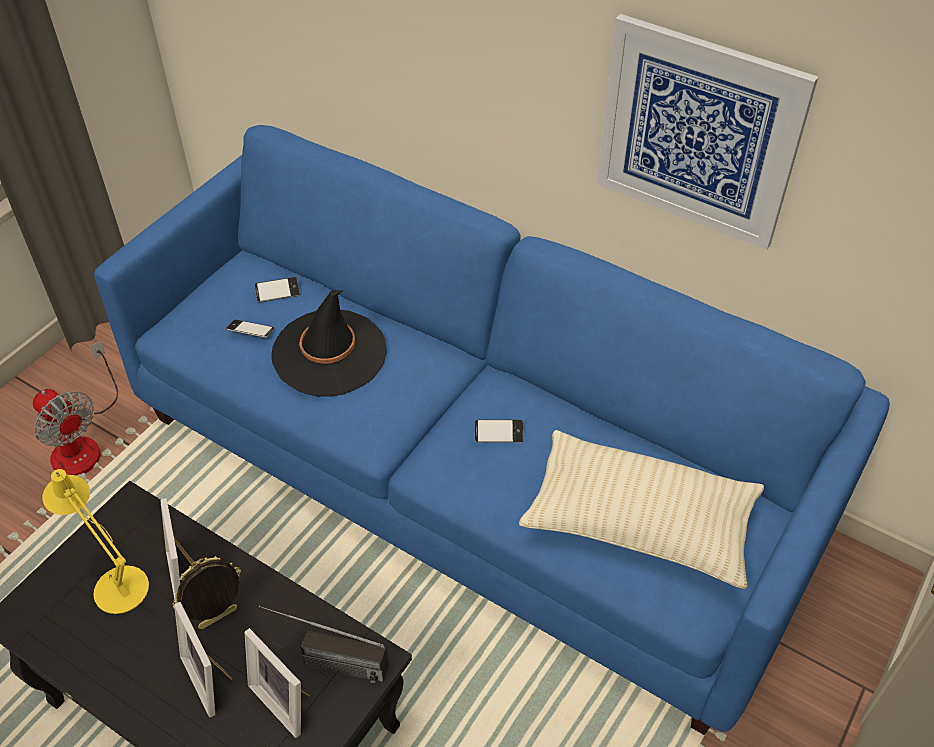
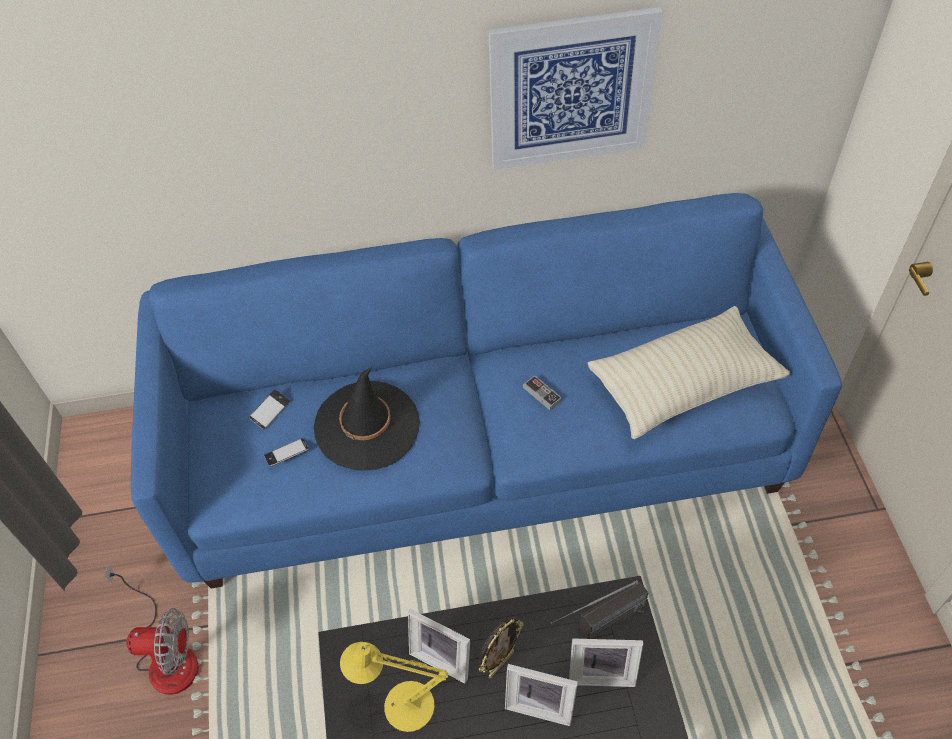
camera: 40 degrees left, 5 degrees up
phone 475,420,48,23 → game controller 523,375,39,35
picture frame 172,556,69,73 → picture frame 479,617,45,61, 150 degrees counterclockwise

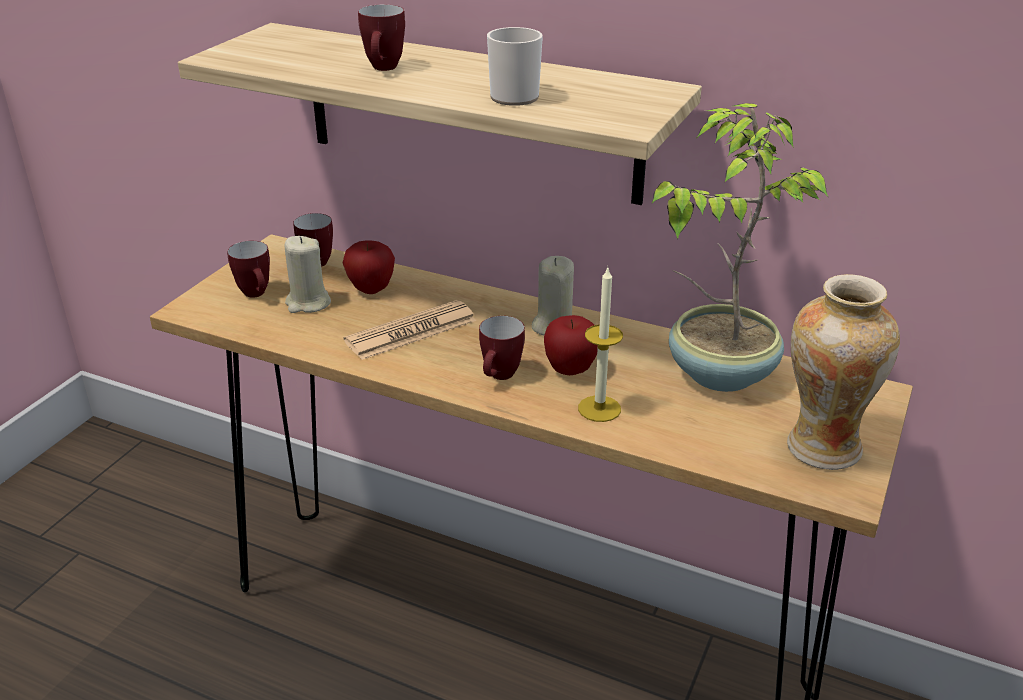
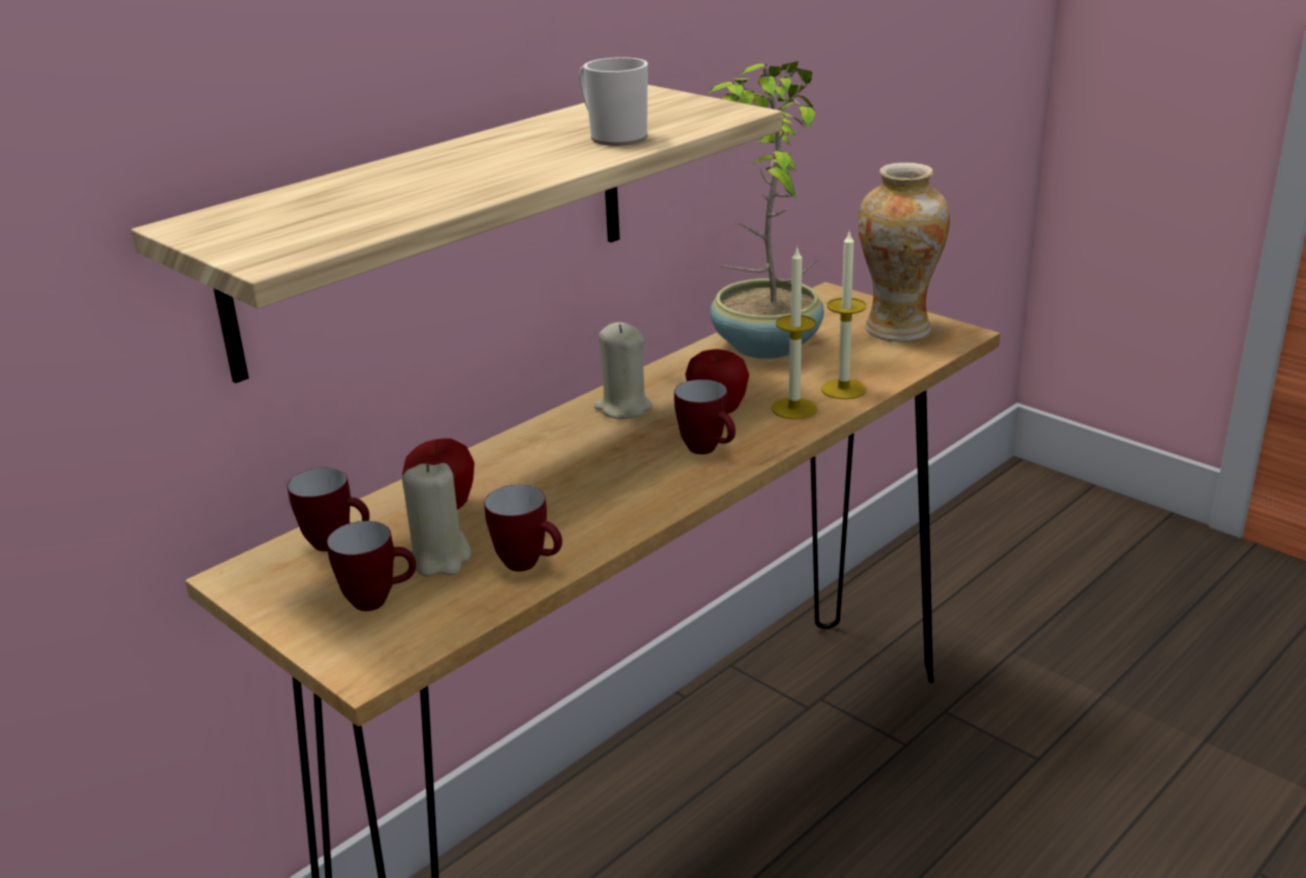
camera: 70 degrees left, 5 degrees down
mug 358,4,47,67 → mug 484,485,78,86, move
newspaper 344,300,132,60 → -
- → candle 821,229,45,170

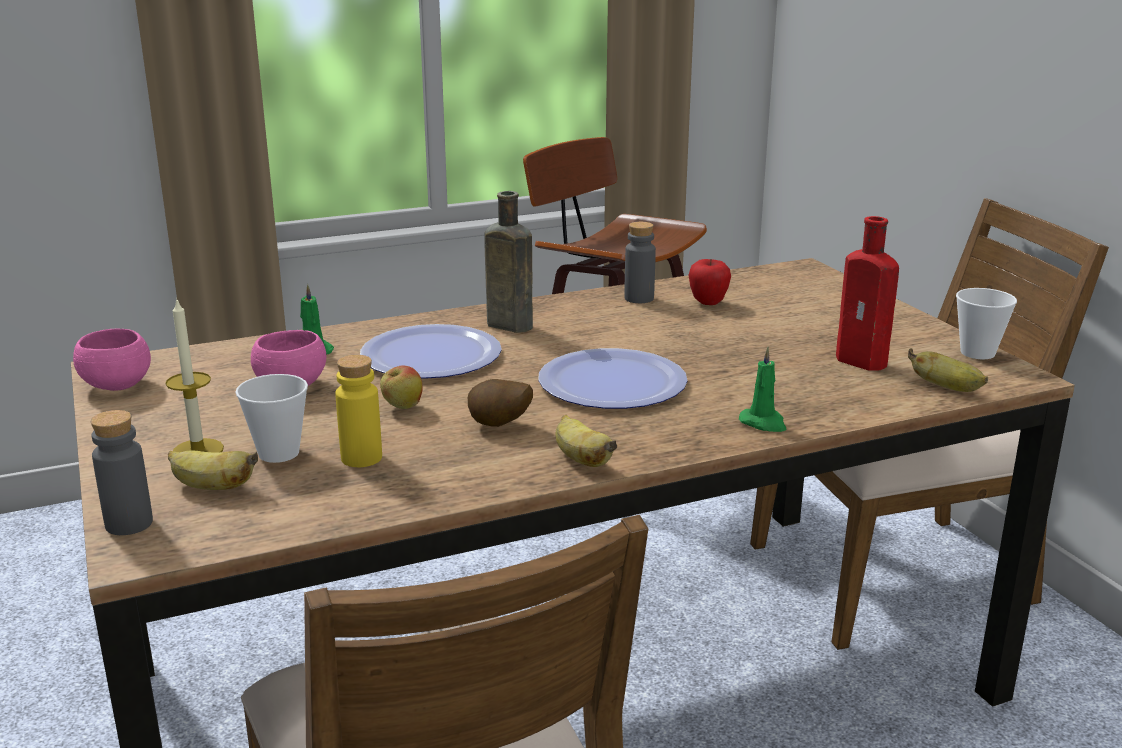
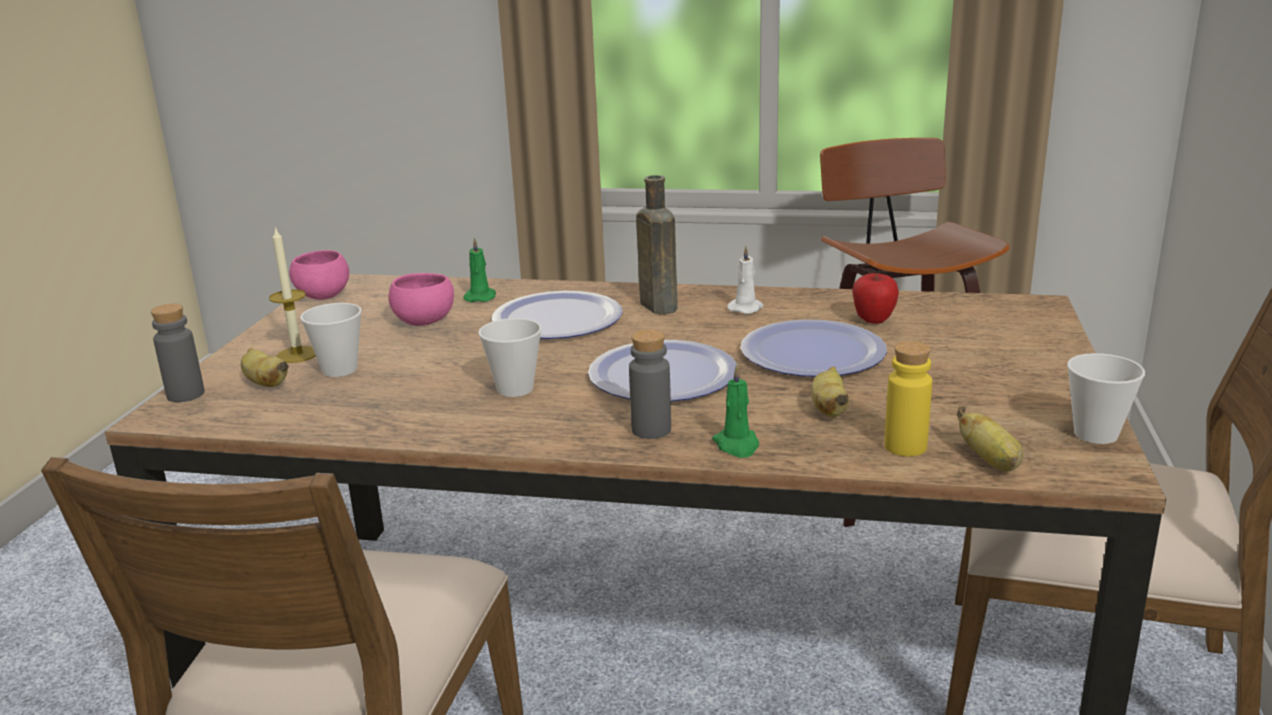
camera: 35 degrees right, 0 degrees up
bottle in red 836,216,63,155 → -
bottle in grey 624,222,32,81 → bottle in grey 629,329,42,110, move
bottle in yellow 335,355,47,112 → bottle in yellow 884,341,48,115, move
apple 380,366,43,43 → -
potato 468,379,65,48 → cup 478,318,64,79
banana 555,414,62,53 → banana 811,367,39,50, move
- → candle in white 727,246,36,68
- → plate 740,319,147,58

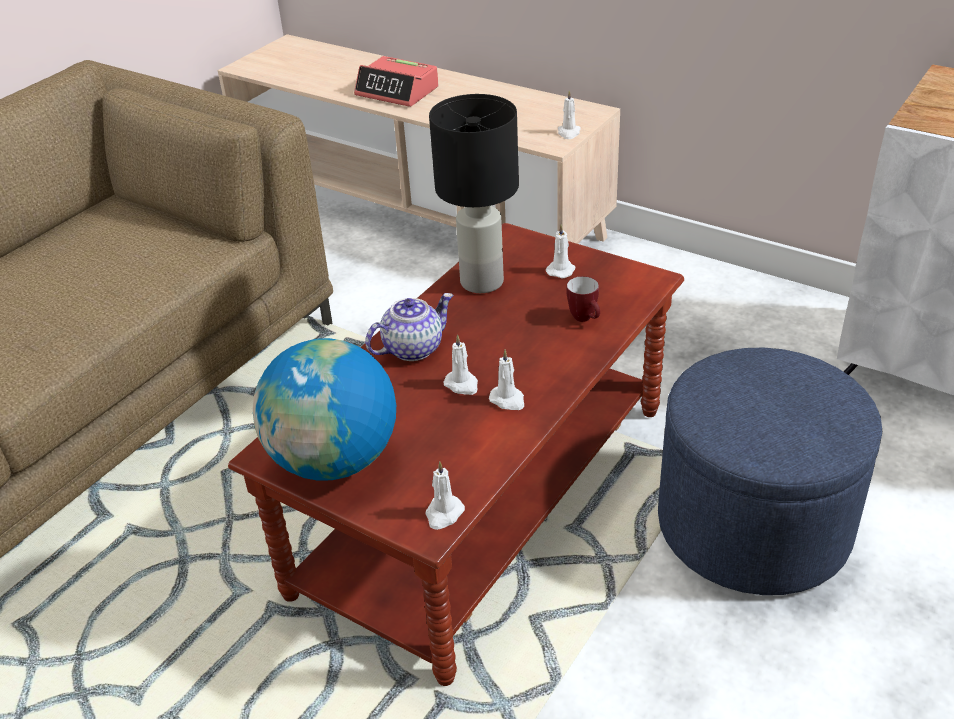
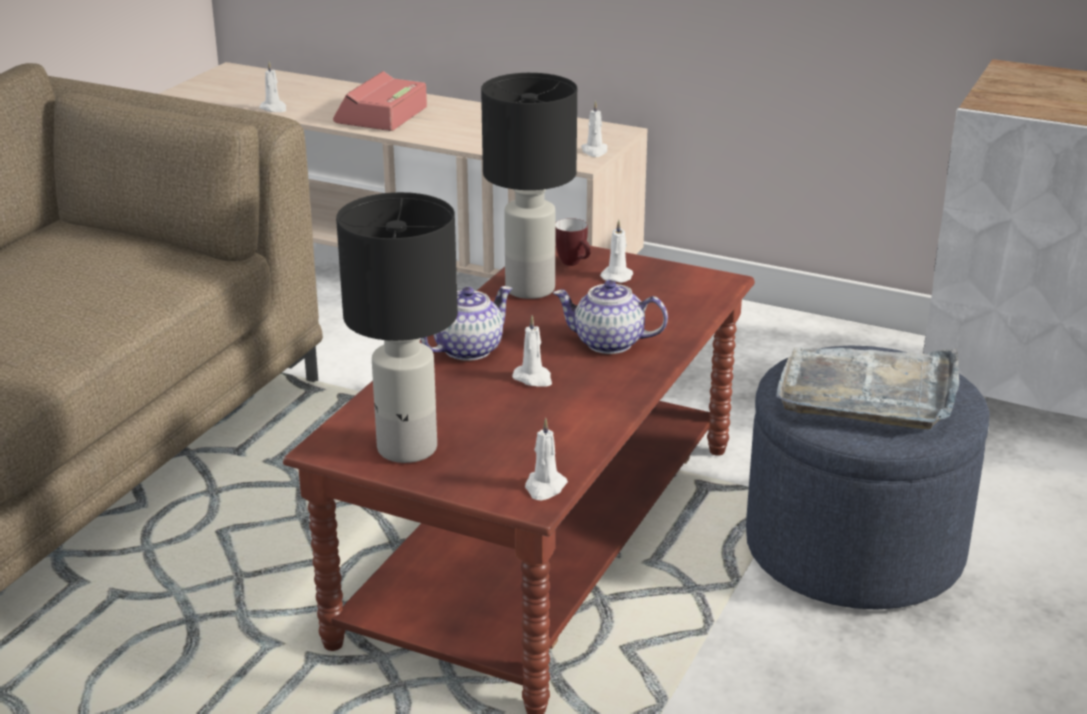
camera: 10 degrees left, 10 degrees down
alarm clock 354,56,85,51 → alarm clock 333,71,94,60, 90 degrees clockwise
mug 567,276,33,46 → mug 555,218,36,48, move
globe 253,338,143,143 → table lamp in black 336,192,122,271
candle in white 489,350,35,60 → candle in white 259,61,27,51, move
- → teapot 553,280,115,74
- → tray in grey 776,347,183,82

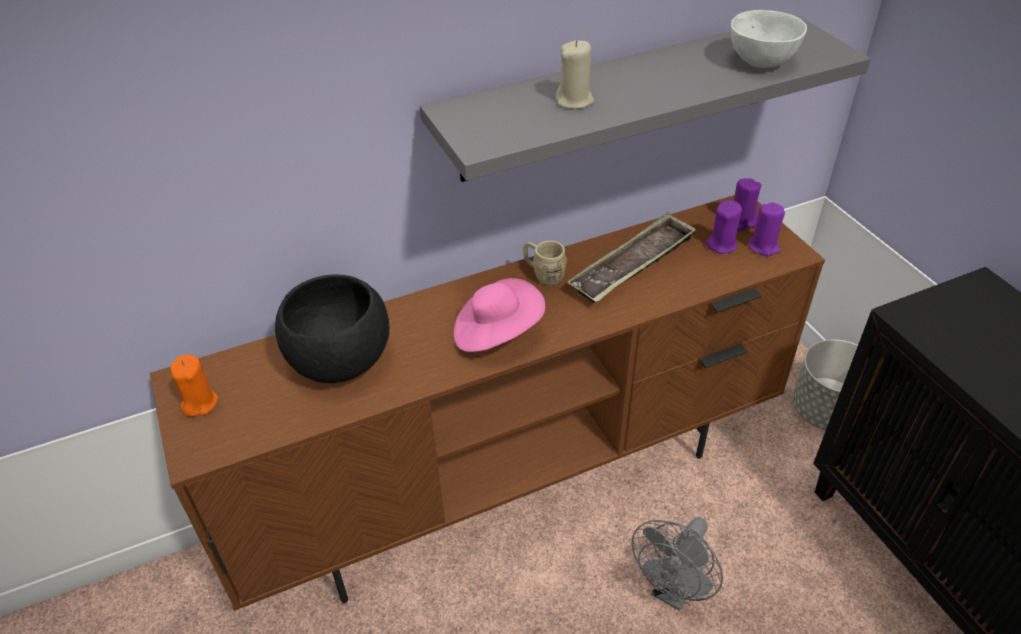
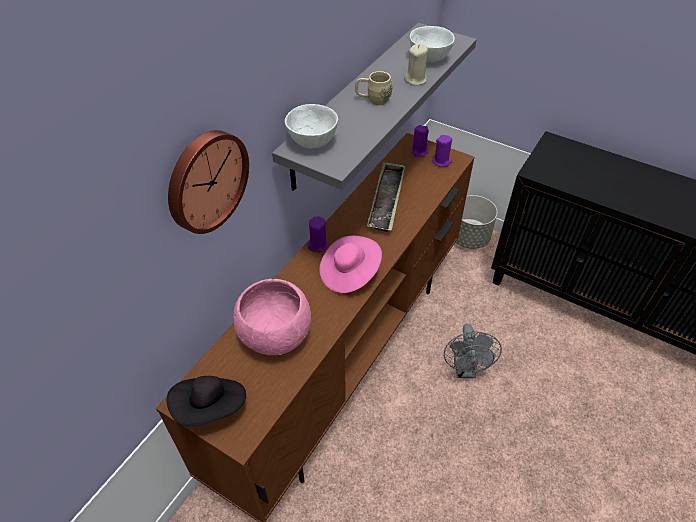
camera: 35 degrees left, 5 degrees up
candle in beige 556,40,38,69 → candle in beige 404,44,24,42, move
candle in purple 706,200,36,54 → candle in purple 308,217,20,35, move
mug in beige 523,241,44,44 → mug in beige 355,71,38,34, move
bowl in black 275,274,114,109 → bowl in pink 233,279,78,76
candle in orange 170,354,48,63 → hat in black 166,376,80,50
- → bowl in white 285,104,53,45
- → wall clock 168,130,81,104

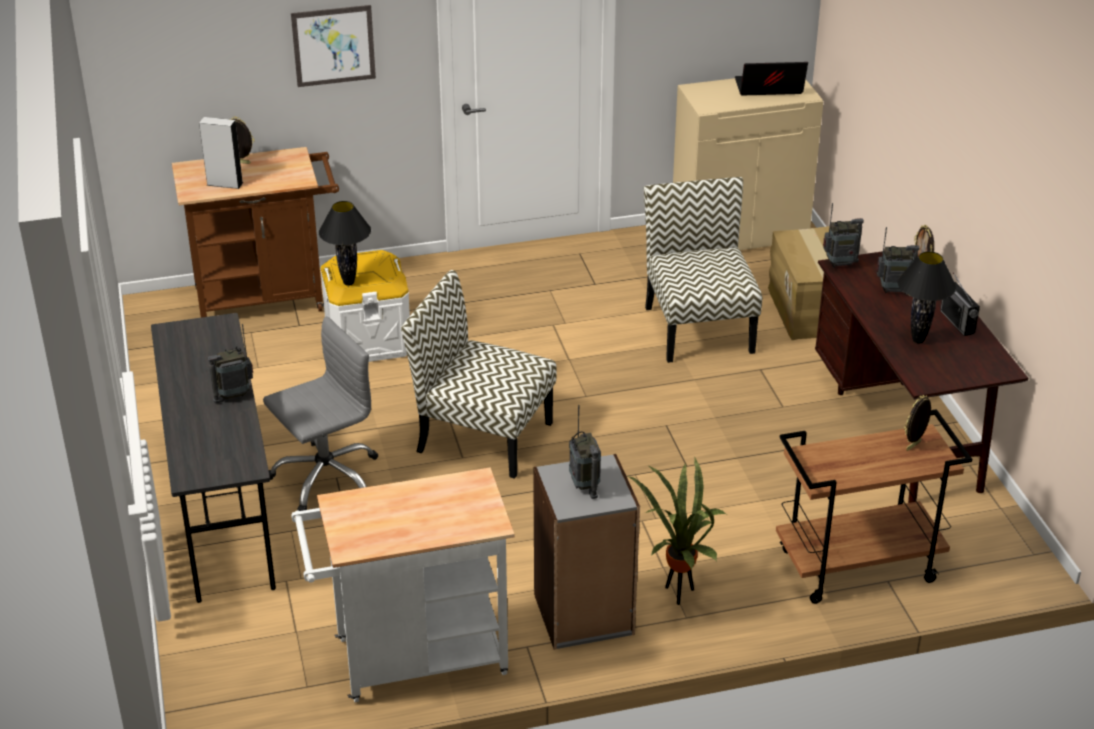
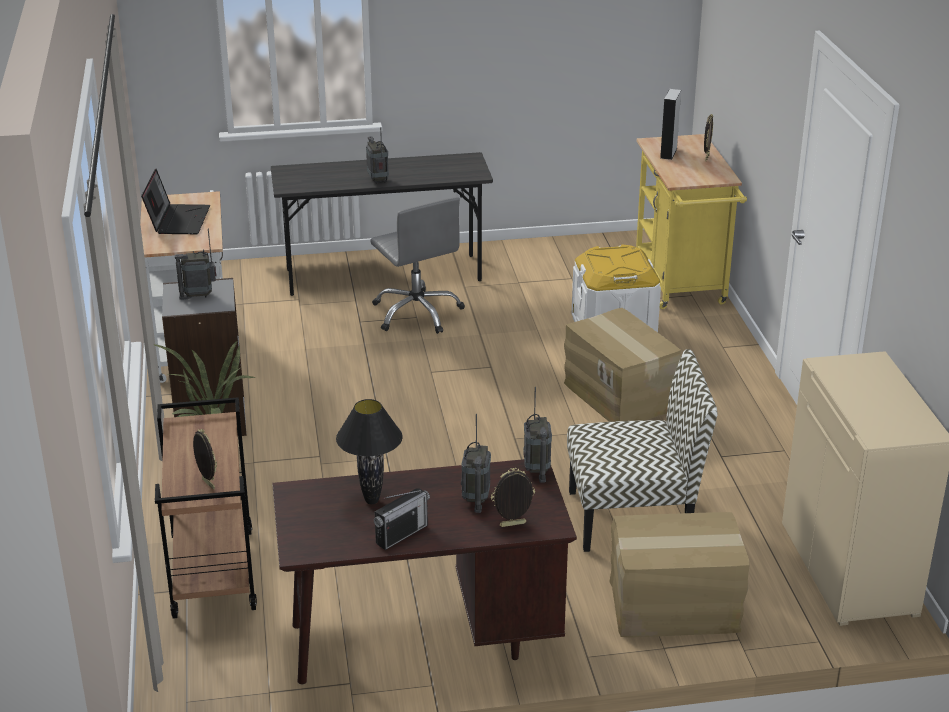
camera: 95 degrees right, 5 degrees down
picture 291,5,85,82 → -
laptop 735,62,73,33 → laptop 141,169,69,65, move
cart in brown 172,147,167,171 → cart in yellow 636,134,111,175
table lamp in black 319,201,52,85 → -
chair 401,270,156,209 → -
radio 940,272,40,64 → radio 374,488,56,62, 150 degrees clockwise
- → cardboard box 564,308,117,114

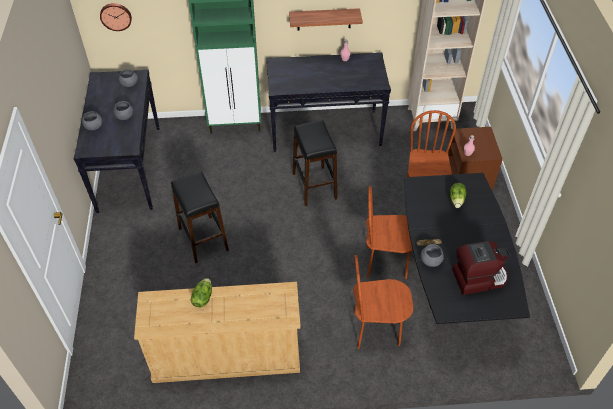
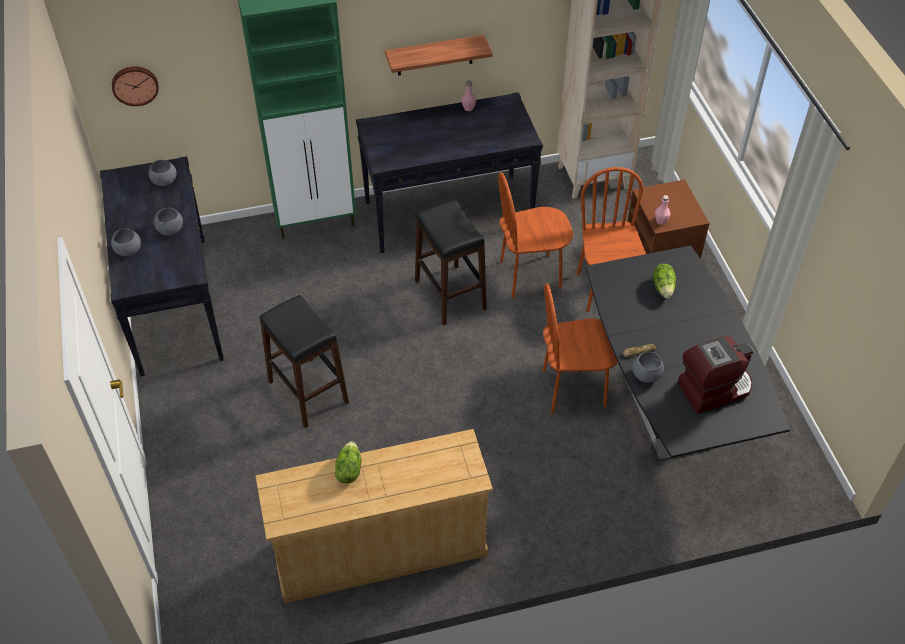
camera: 10 degrees left, 0 degrees up
chair in brown 353,255,60,94 → chair in brown 498,172,75,126, move

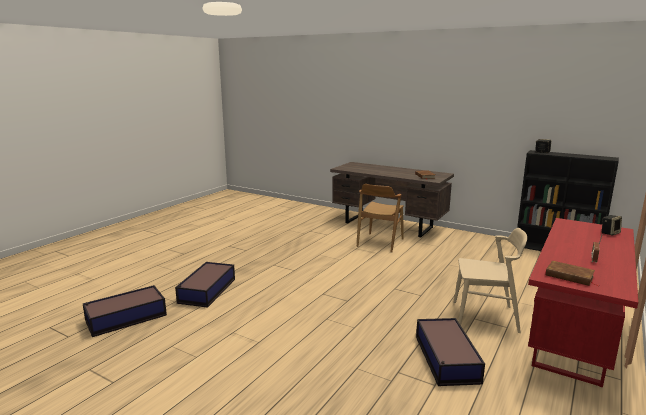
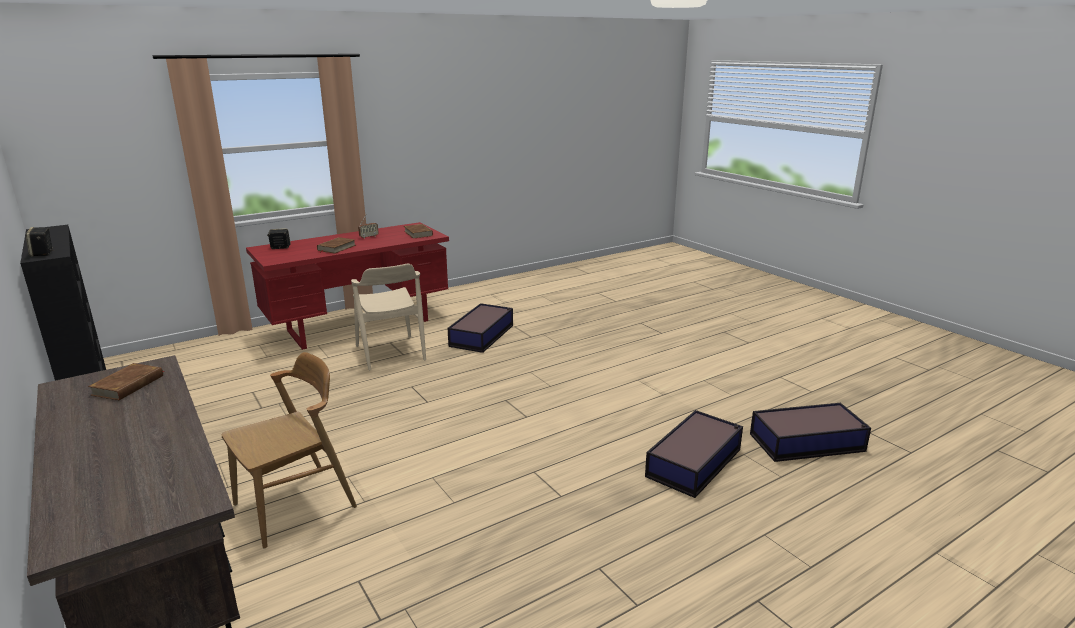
camera: 155 degrees left, 5 degrees up
chair in beige 454,228,73,105 → chair in beige 351,264,75,107, 150 degrees counterclockwise
- → book in brown 317,237,39,17

